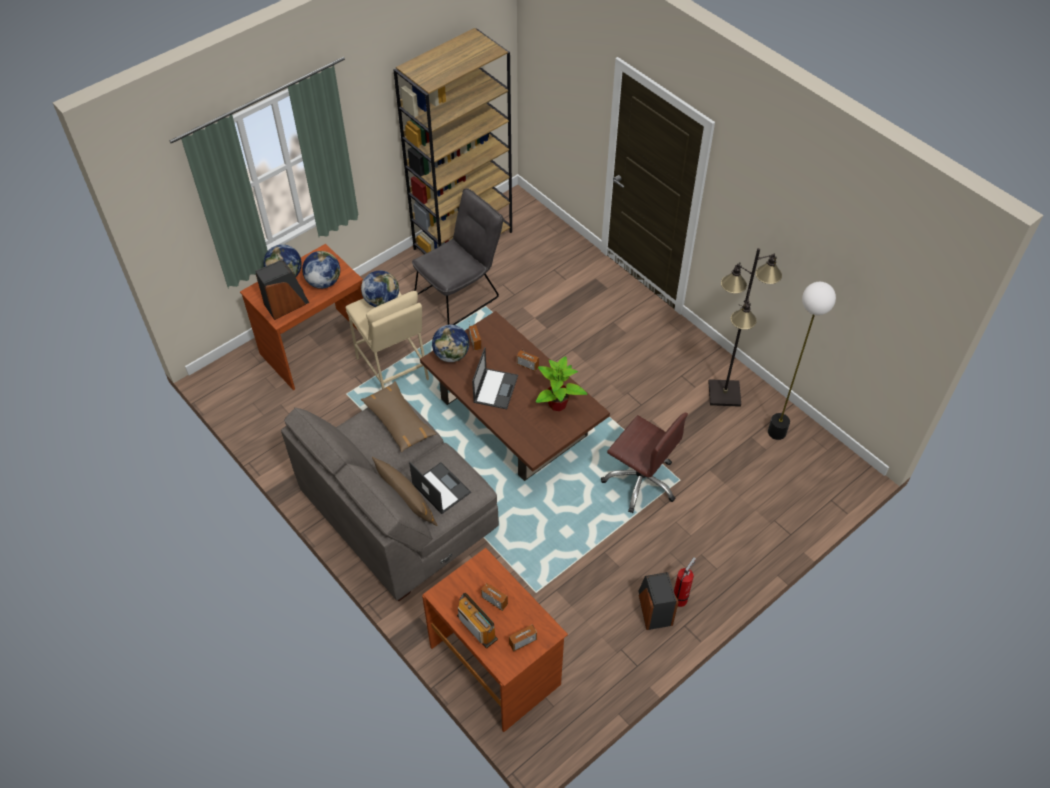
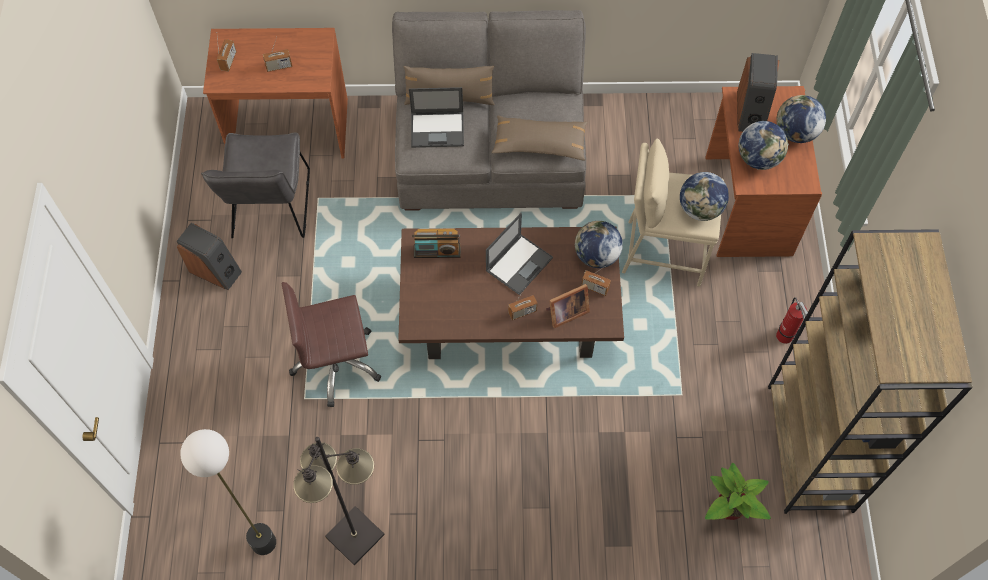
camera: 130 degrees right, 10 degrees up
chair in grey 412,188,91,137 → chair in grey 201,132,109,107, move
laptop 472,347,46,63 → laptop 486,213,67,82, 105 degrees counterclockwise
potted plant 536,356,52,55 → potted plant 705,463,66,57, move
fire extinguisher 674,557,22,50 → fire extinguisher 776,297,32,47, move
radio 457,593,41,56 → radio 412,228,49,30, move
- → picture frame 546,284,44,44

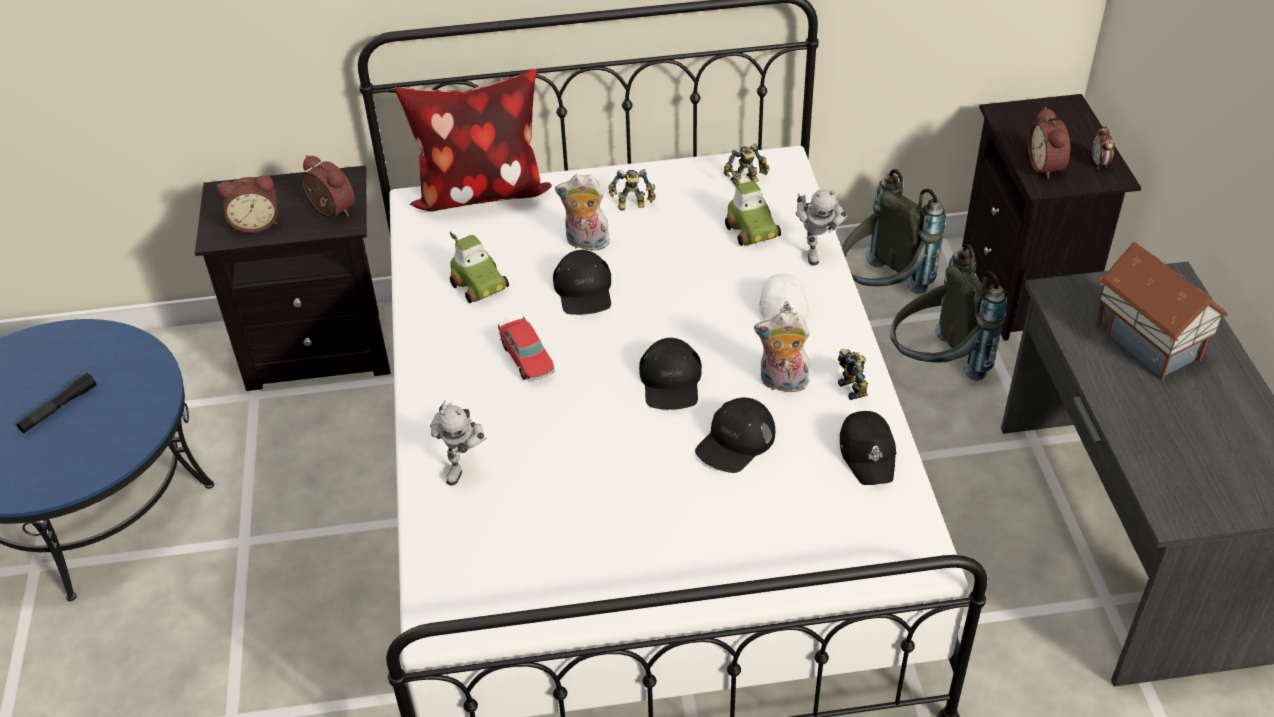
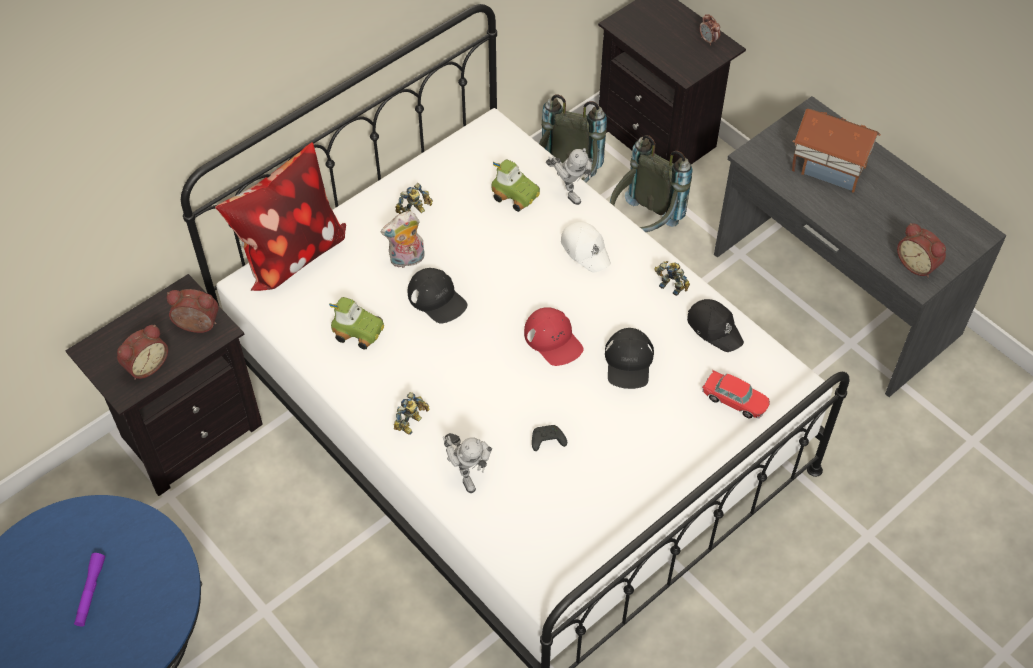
camera: 35 degrees left, 10 degrees up
alarm clock 1028,107,42,72 → alarm clock 897,223,49,55, move
toy robot 723,144,46,43 → toy robot 394,392,35,43, move
plush toy 754,313,59,80 → -
toy car 498,316,57,65 → toy car 702,370,68,48, move
cap in black 639,338,63,72 → cap in red 524,307,59,59
flashlight in black 17,373,80,60 → flashlight in purple 74,553,31,73
- → game controller in black 532,425,35,26

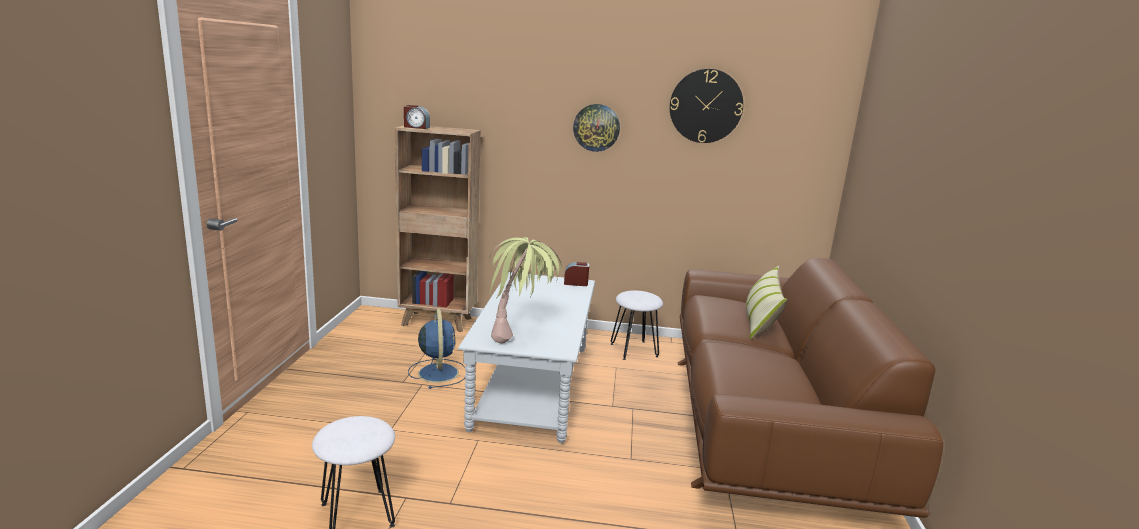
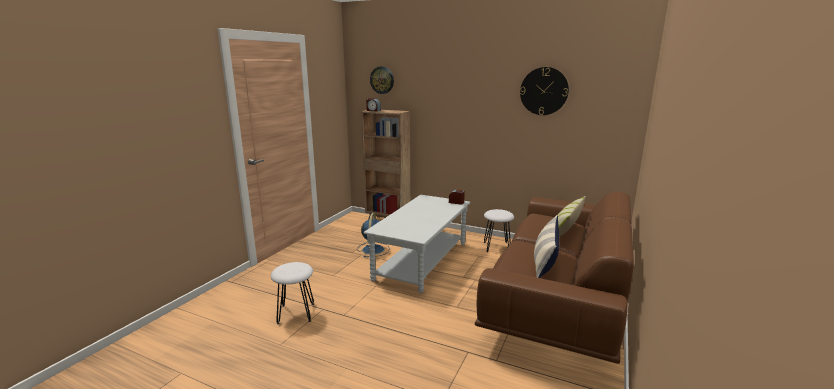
camera: 20 degrees right, 0 degrees up
wall clock 573,104,47,48 → wall clock 370,67,24,27, move
potted plant 489,237,73,106 → -
- → pillow 534,215,25,63

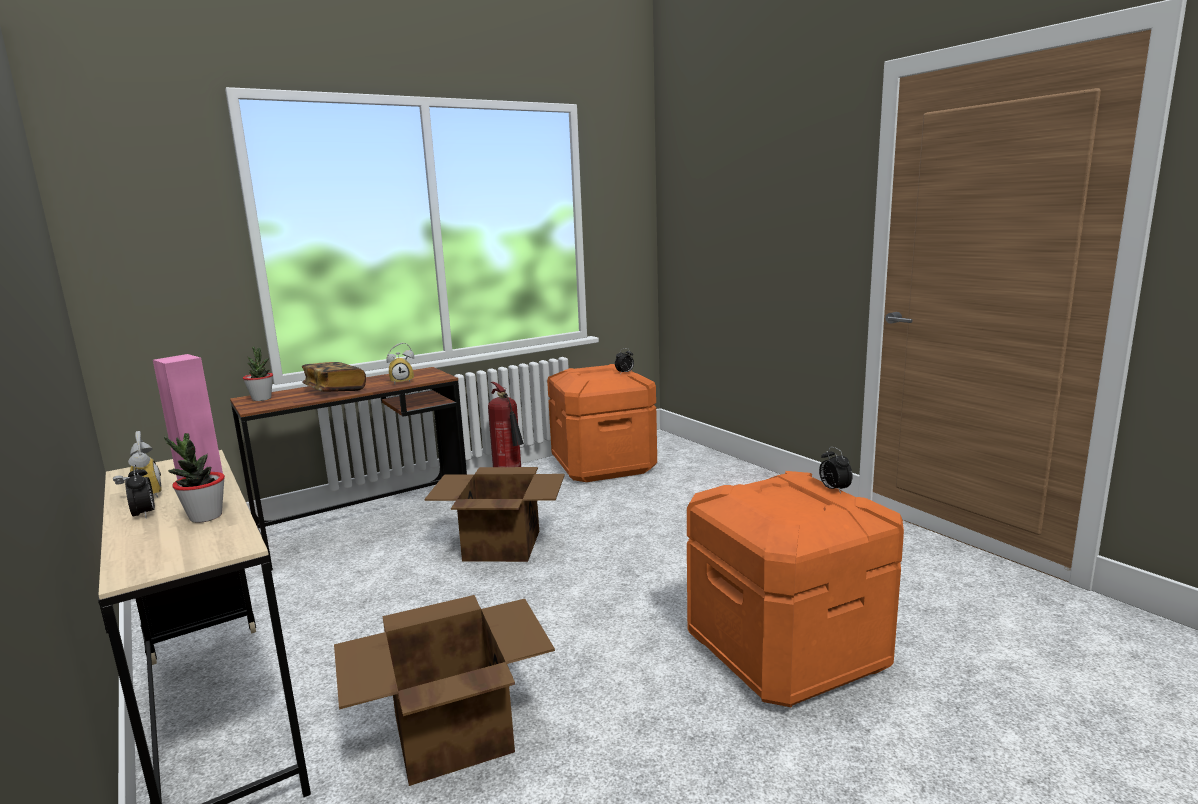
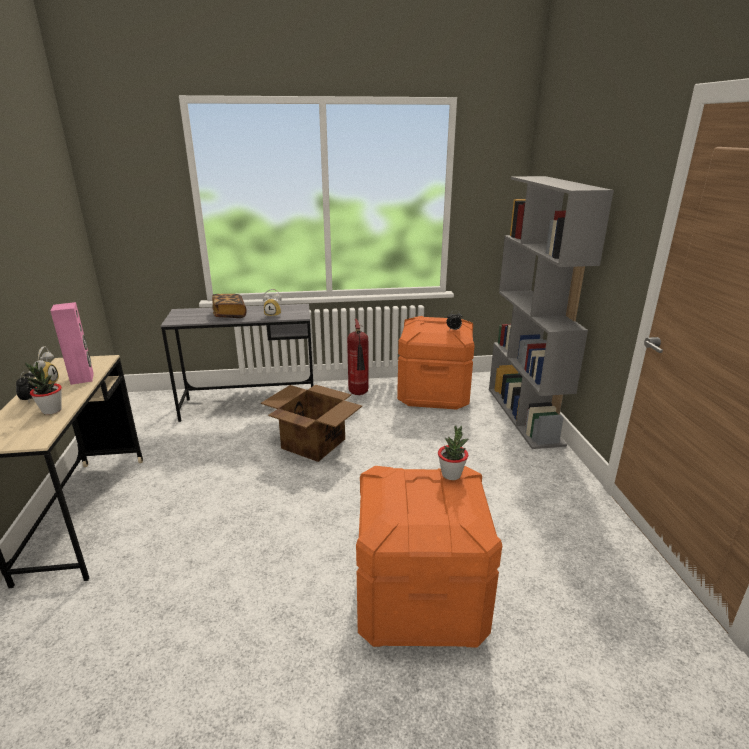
camera: 25 degrees right, 10 degrees up
potted plant 243,347,30,54 → potted plant 438,426,30,54, move
desk in brown 230,367,237,204 → desk in grey 161,304,153,118
alarm clock 819,447,33,47 → -
cardboard box 334,595,221,191 → -
- → bookcase in grey 489,176,125,273

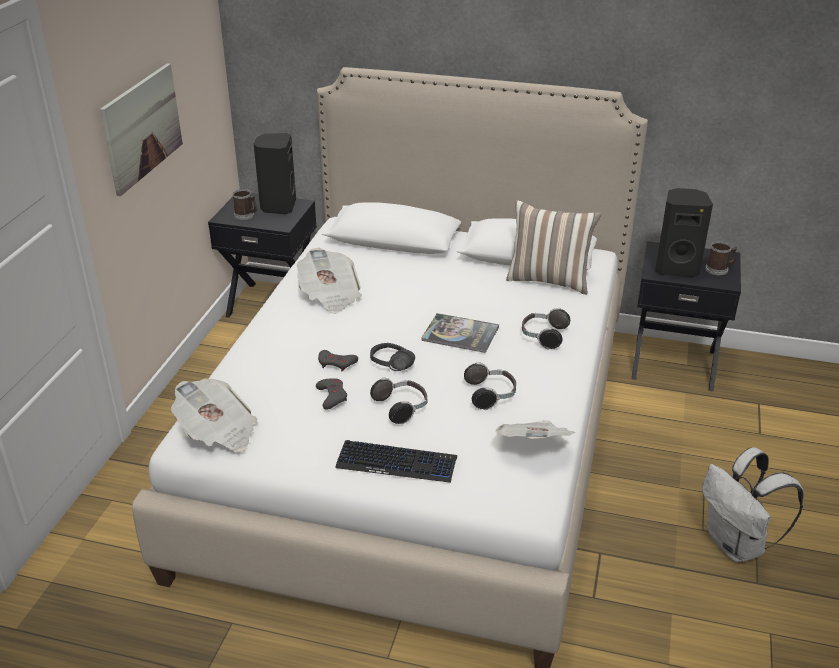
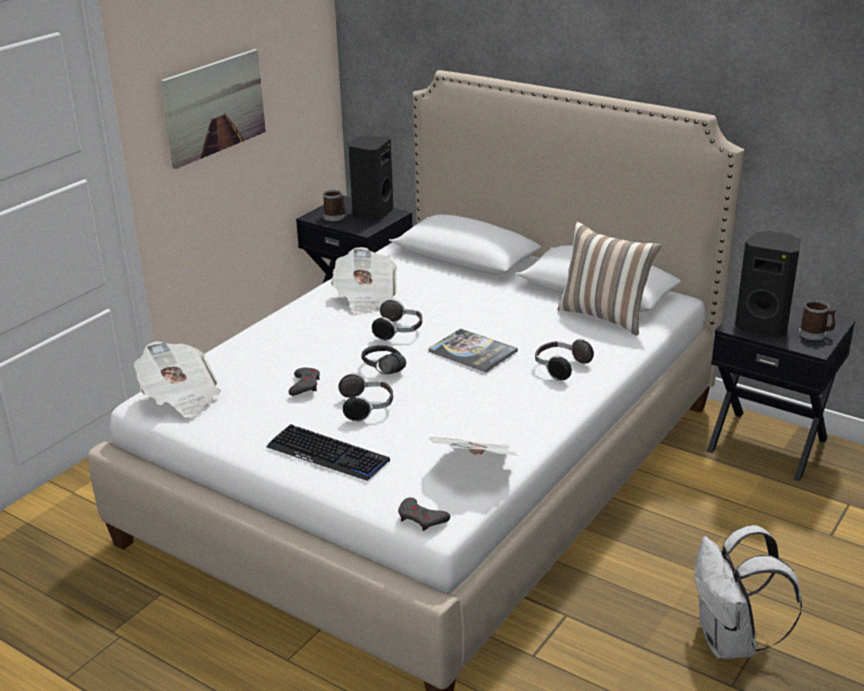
camera: 20 degrees right, 5 degrees down
game controller in grey 318,350,40,22 → game controller in grey 398,497,52,34, move
headphones 464,362,52,48 → headphones 372,299,50,42, move

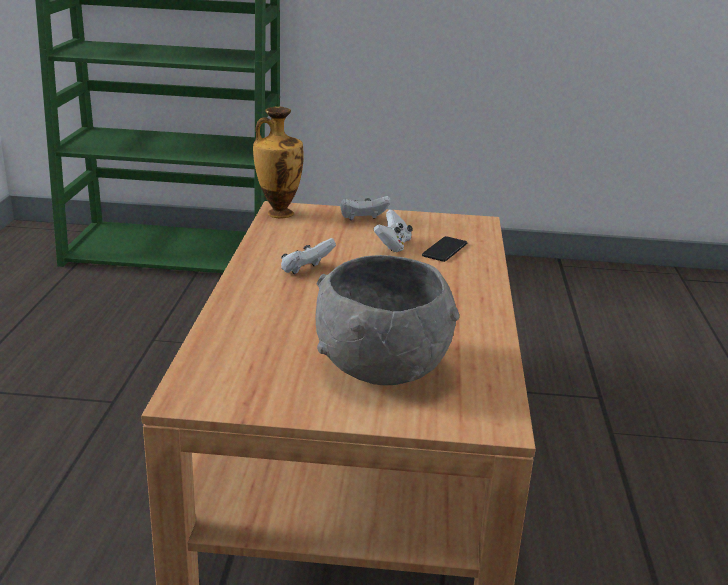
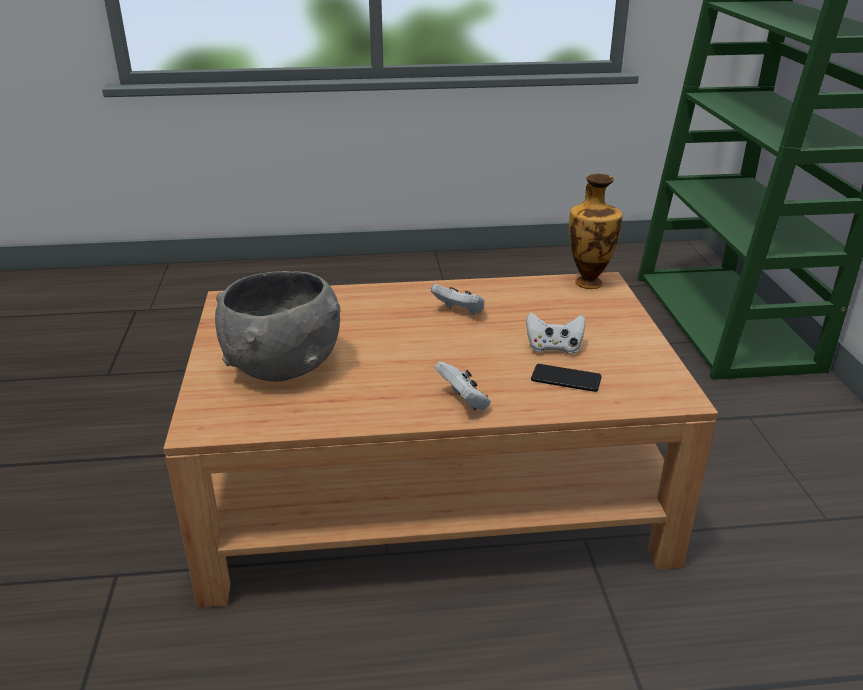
camera: 80 degrees right, 5 degrees up
game controller in white 341,196,49,24 → game controller in white 435,361,56,49, move

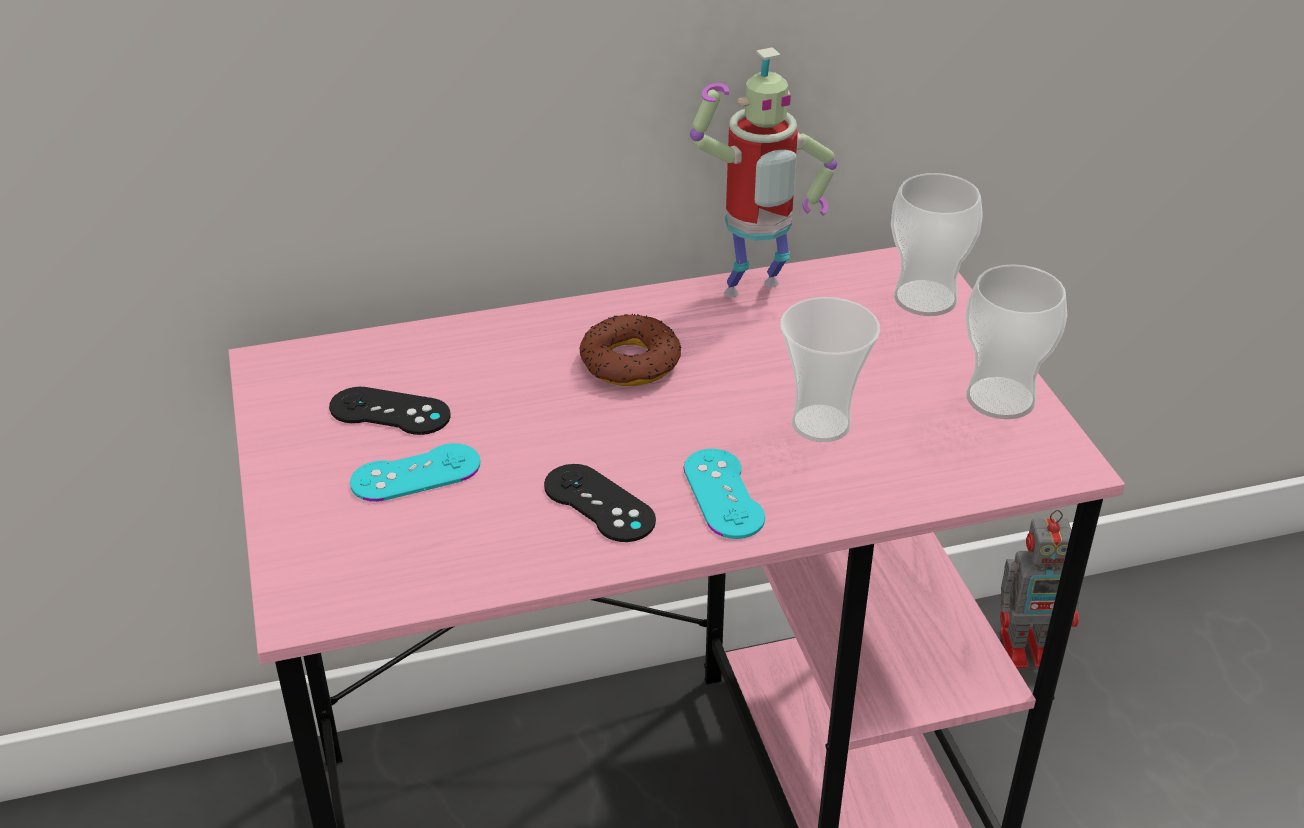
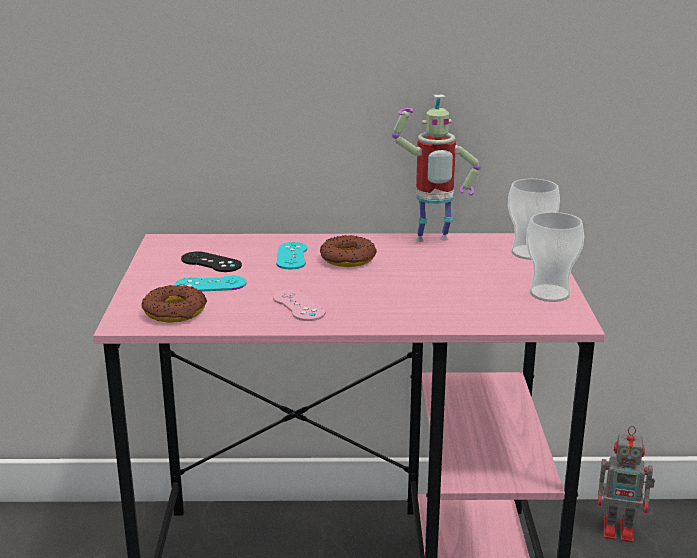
camera: 15 degrees right, 15 degrees down
cup 780,297,100,145 → -
game controller in turquoise 684,449,81,90 → game controller in turquoise 276,242,31,27, move
game controller in black 544,464,112,78 → game controller in pink 273,289,53,32
- → donut 141,285,66,38

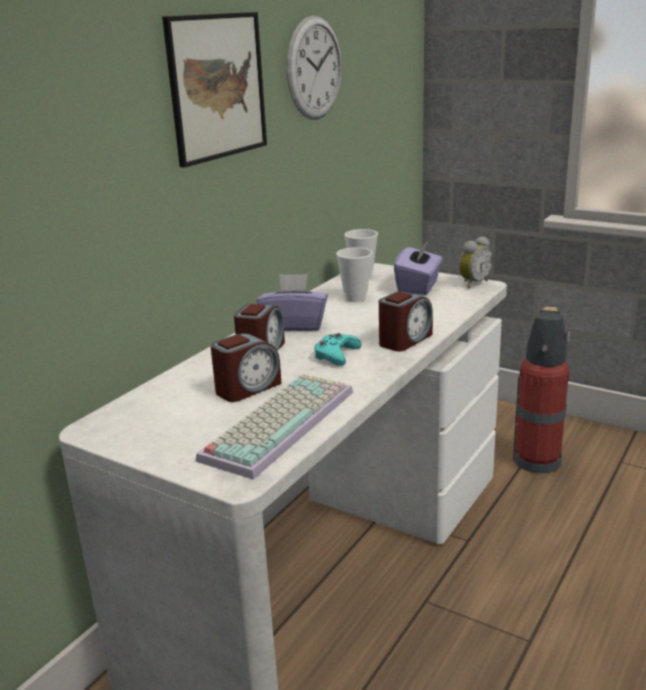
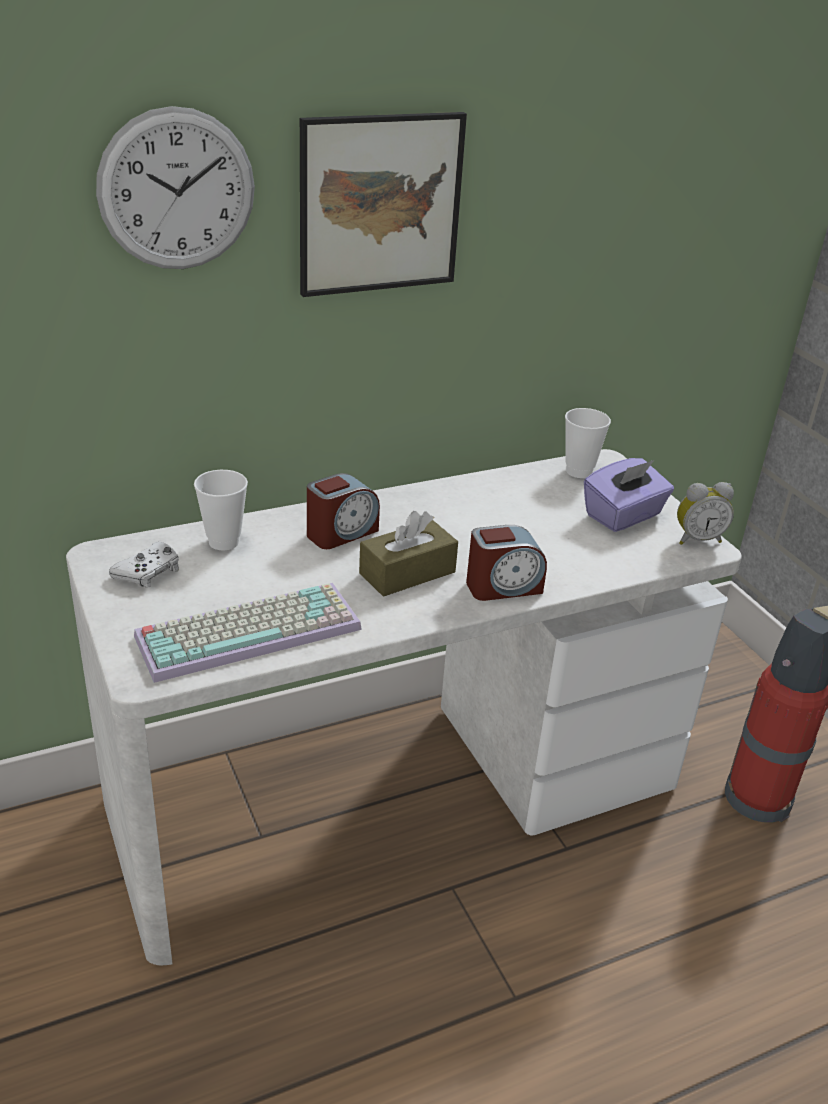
camera: 30 degrees right, 10 degrees up
wall clock 287,16,55,103 → wall clock 96,106,159,163, move
cup 336,247,37,55 → cup 194,470,54,80, move
tissue box in purple 257,274,71,57 → -
alarm clock 210,333,72,69 → -
game controller in turquoise 314,333,48,33 → tissue box in brown 359,511,99,86
- → game controller in white 109,542,70,46

